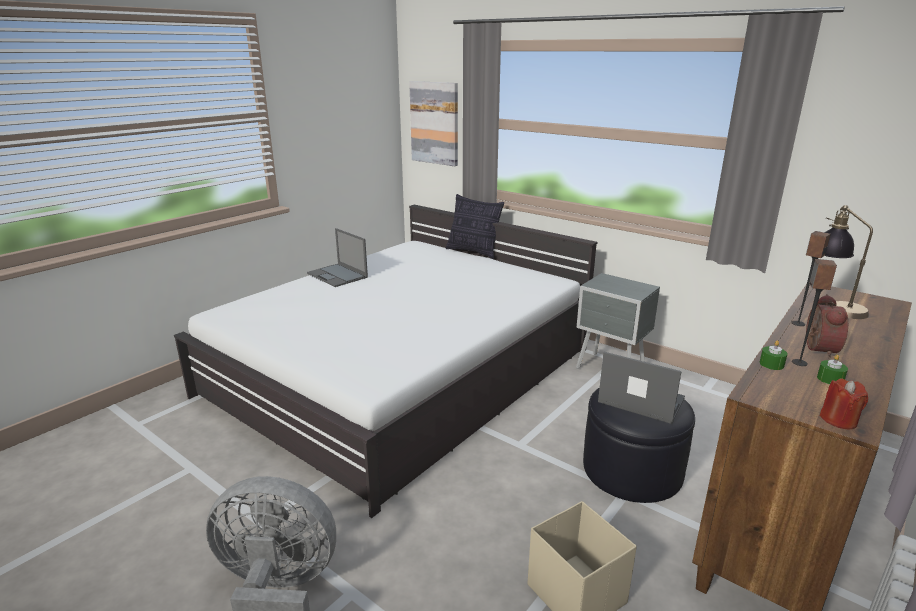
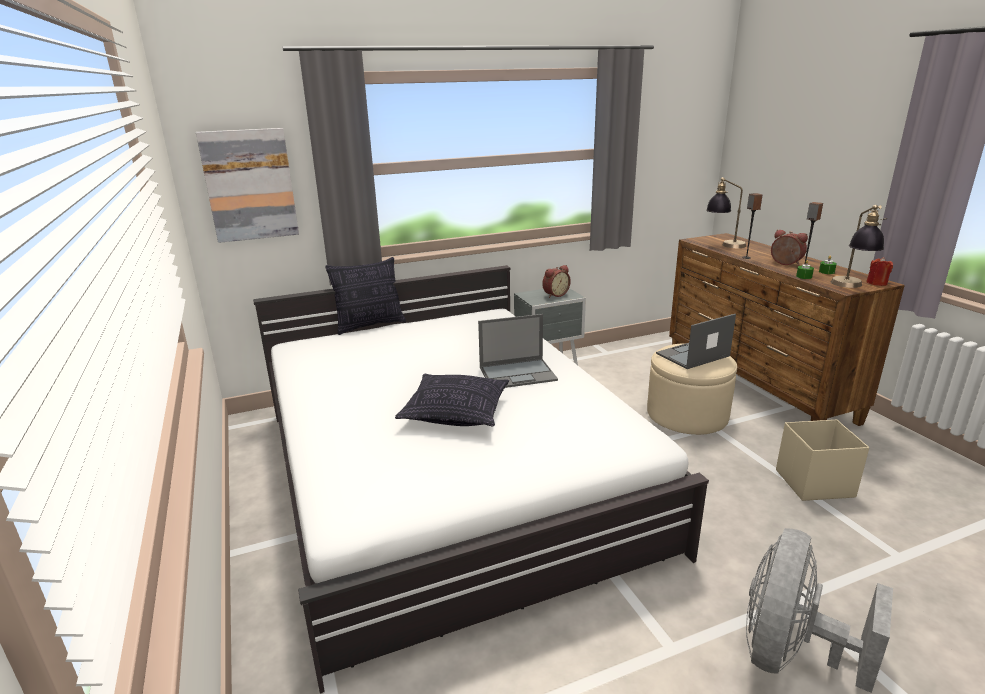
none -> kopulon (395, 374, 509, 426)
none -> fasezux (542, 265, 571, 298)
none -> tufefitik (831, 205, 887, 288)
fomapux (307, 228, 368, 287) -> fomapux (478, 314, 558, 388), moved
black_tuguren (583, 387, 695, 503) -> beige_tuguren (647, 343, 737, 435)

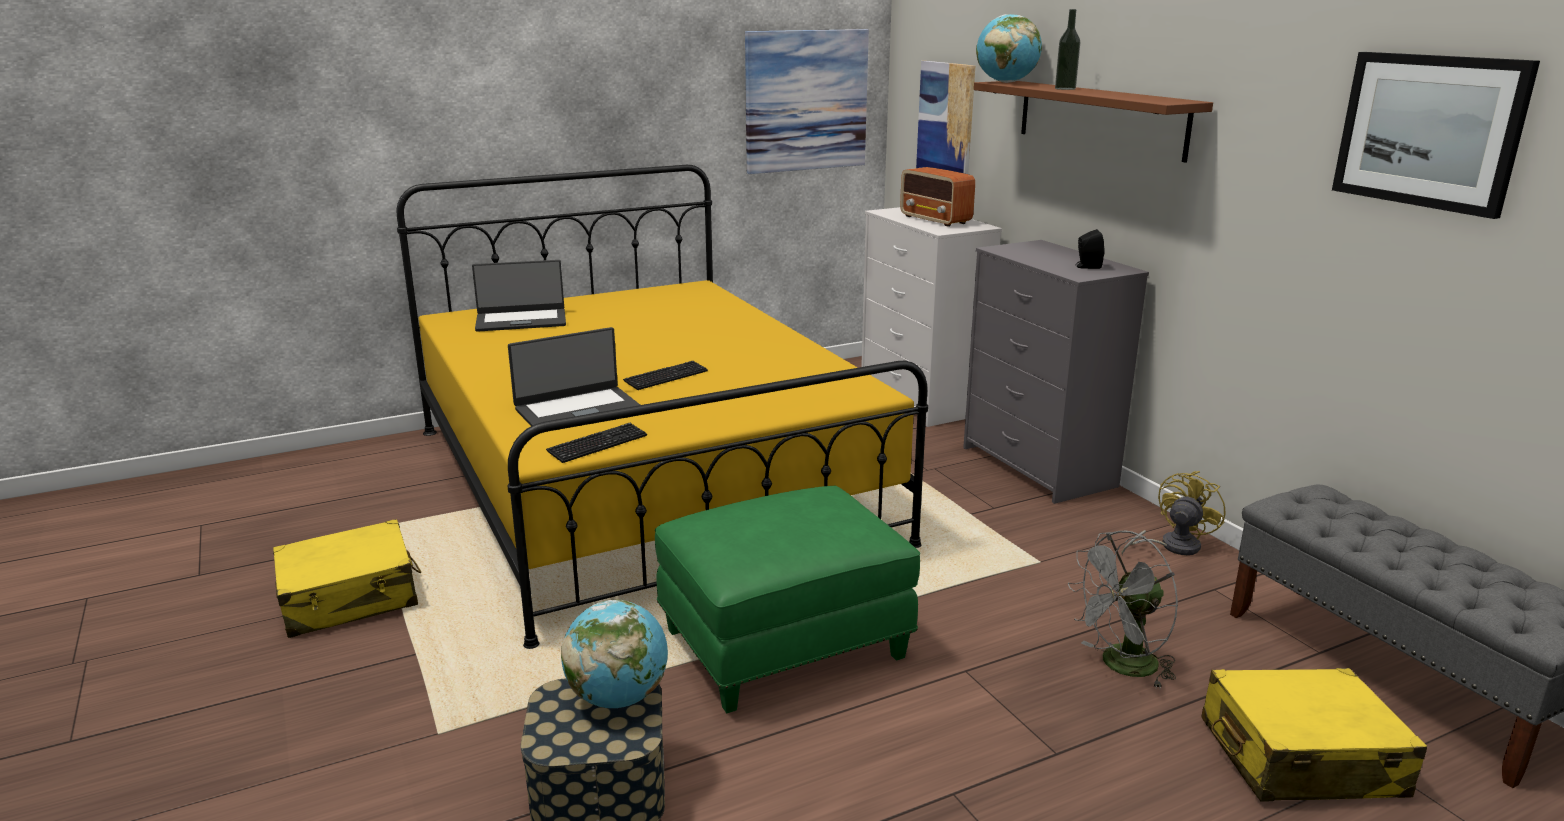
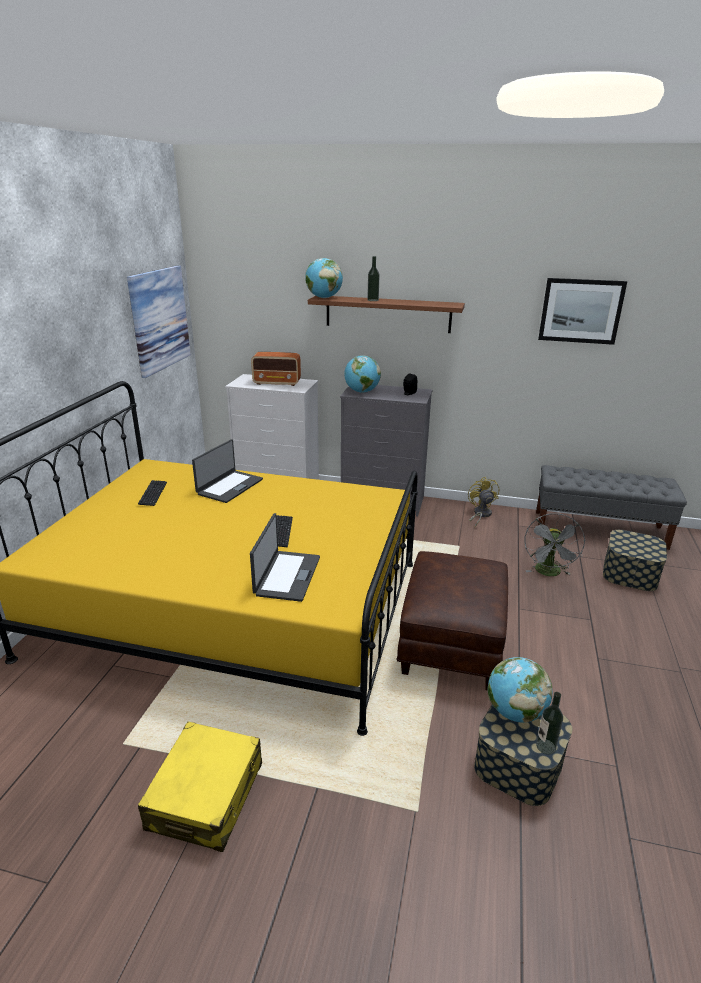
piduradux (916, 61, 975, 174) -> none
none -> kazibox (344, 355, 381, 393)
none -> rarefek (536, 692, 563, 755)
fomapux (472, 260, 566, 332) -> fomapux (192, 439, 263, 503), moved
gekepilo (546, 423, 647, 463) -> gekepilo (138, 480, 167, 506), moved
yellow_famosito (1201, 668, 1427, 802) -> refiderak (603, 530, 667, 591)
green_tuguren (655, 486, 920, 713) -> brown_tuguren (396, 551, 508, 691)

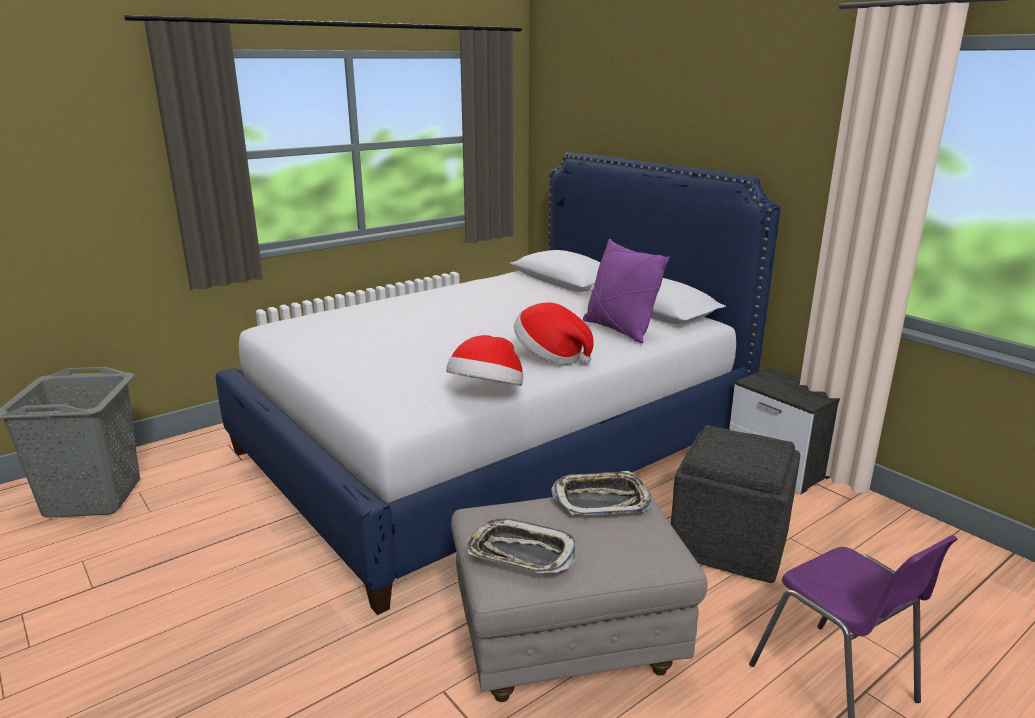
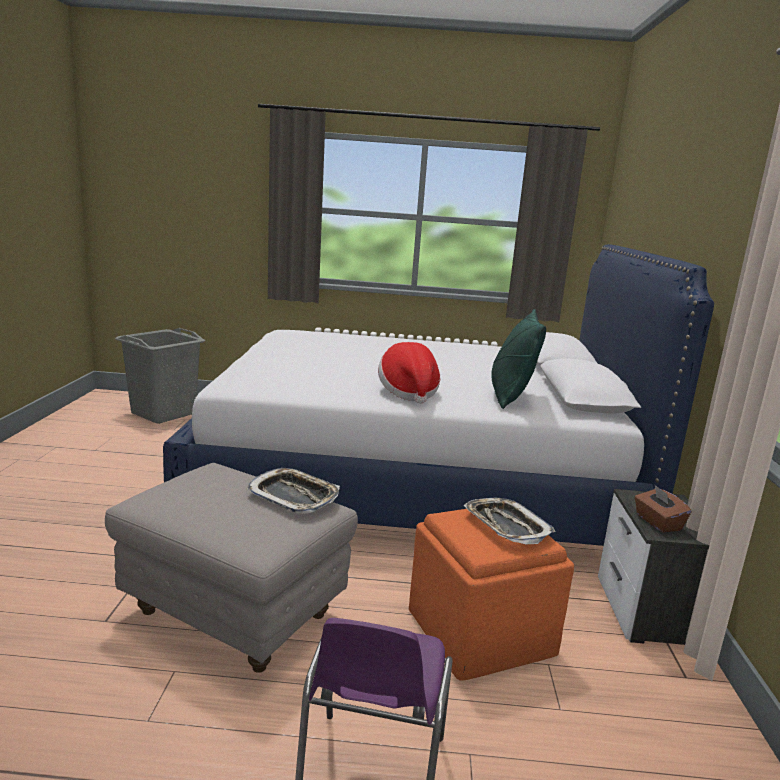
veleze (446, 335, 523, 386) -> none
none -> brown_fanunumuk (634, 485, 691, 533)
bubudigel (466, 518, 575, 573) -> bubudigel (463, 498, 555, 544), moved
purple_kopulon (583, 239, 670, 343) -> green_kopulon (491, 309, 546, 409)
grey_tuguren (671, 425, 800, 583) -> orange_tuguren (409, 509, 574, 681)

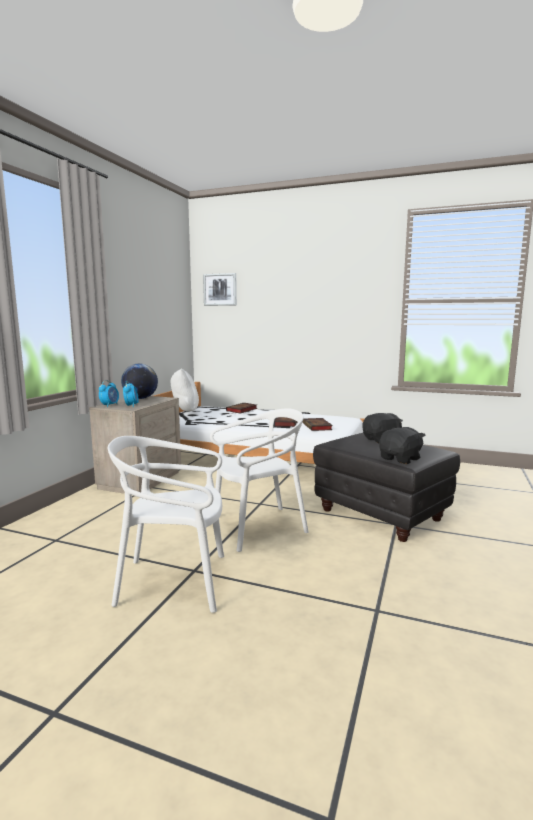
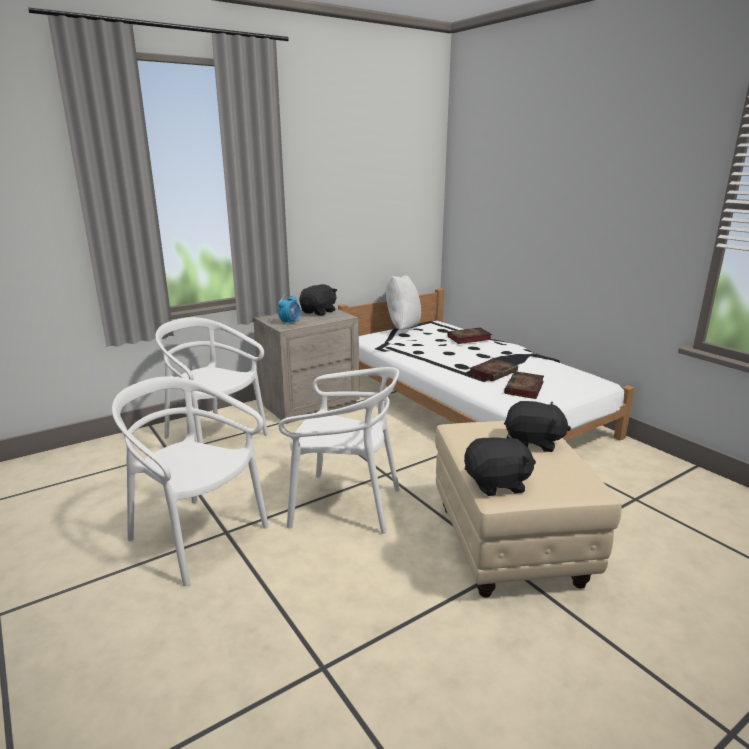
fasezux (99, 380, 119, 407) -> none
piduradux (203, 273, 237, 306) -> none
none -> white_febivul (155, 317, 268, 443)
kazibox (121, 364, 158, 399) -> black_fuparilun (299, 284, 337, 316)
black_tuguren (313, 433, 460, 542) -> beige_tuguren (435, 421, 622, 597)

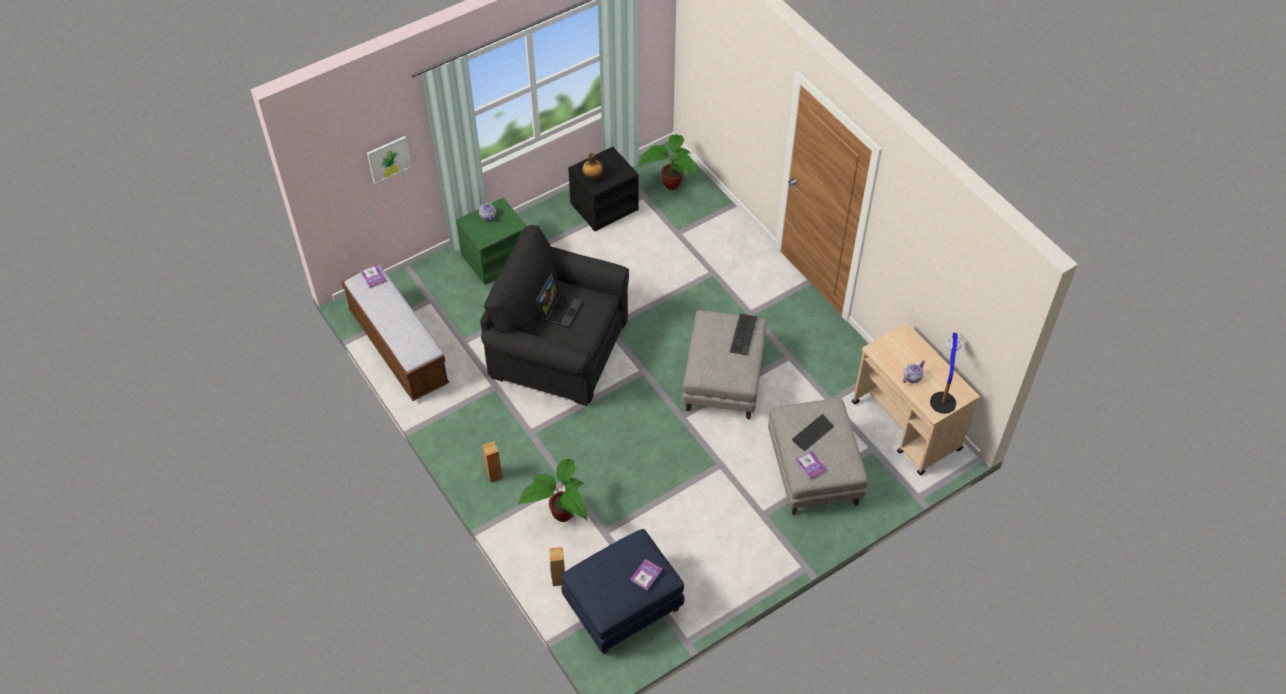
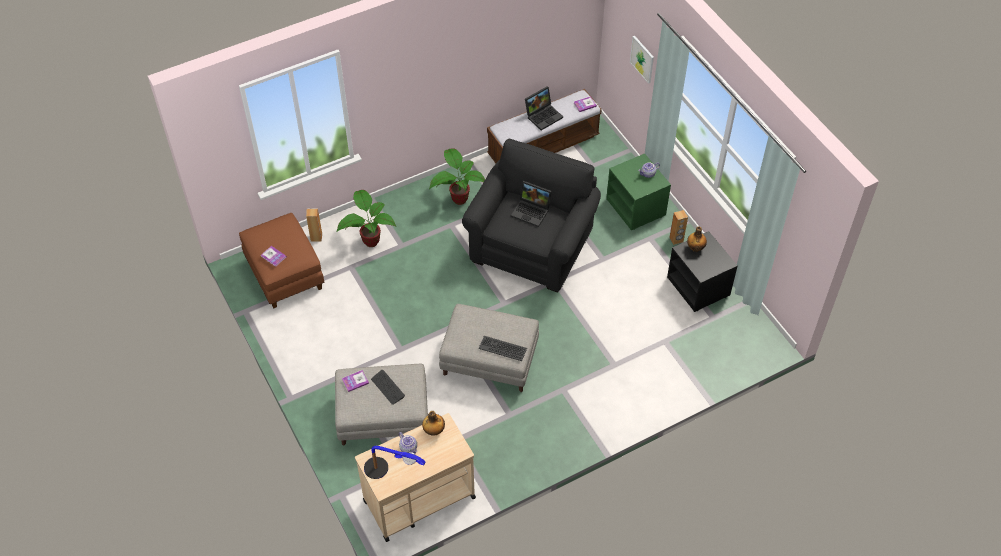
none -> rarefek (422, 411, 445, 436)
none -> fomapux (525, 86, 563, 130)
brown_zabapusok (482, 441, 503, 482) -> brown_zabapusok (669, 210, 688, 245), moved
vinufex (639, 134, 697, 190) -> vinufex (429, 148, 485, 205), moved
blue_tuguren (561, 529, 685, 654) -> brown_tuguren (239, 213, 324, 308)

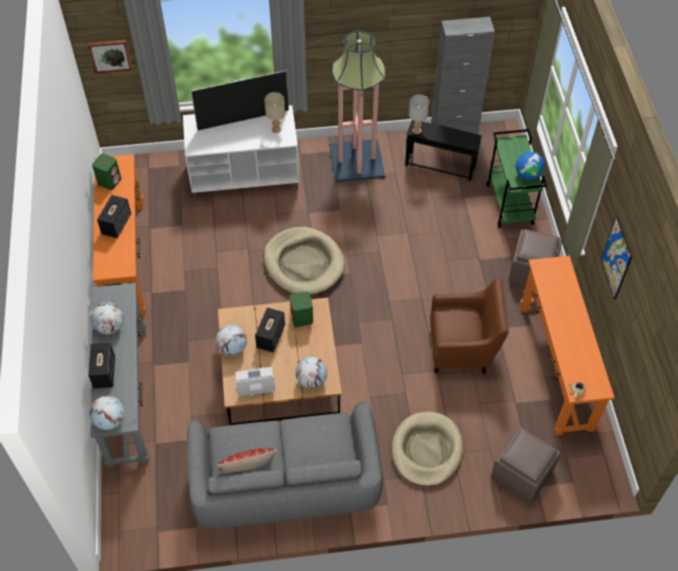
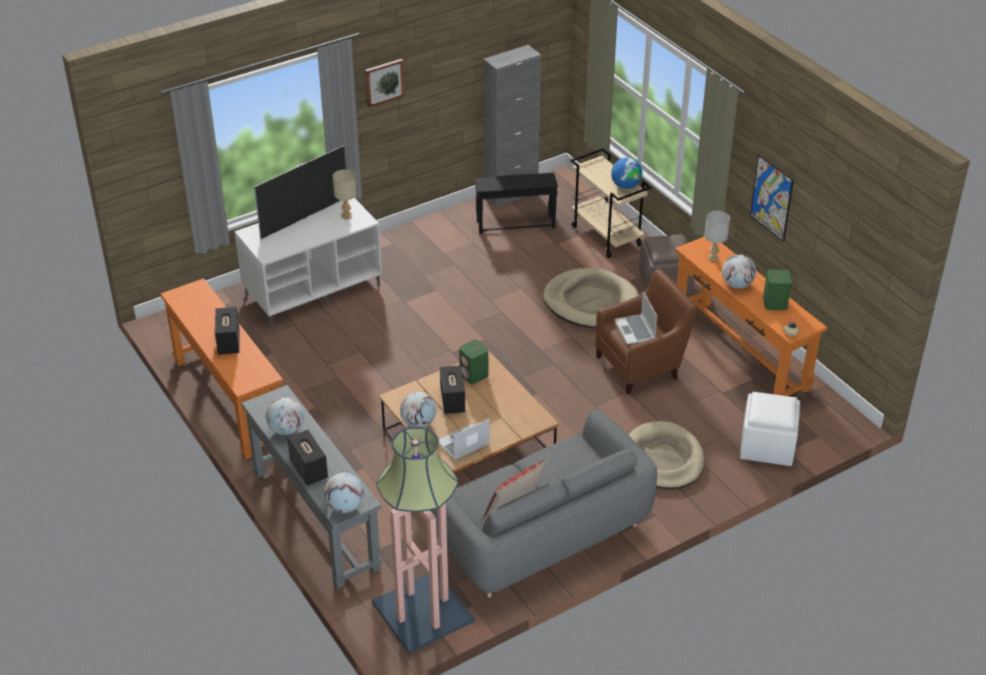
none -> fomapux (614, 292, 657, 345)
piduradux (88, 40, 132, 73) -> piduradux (365, 59, 405, 107), moved
green_zabapusok (92, 154, 121, 190) -> green_zabapusok (763, 270, 792, 310), moved
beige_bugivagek (264, 227, 345, 295) -> beige_bugivagek (543, 268, 639, 328), moved
kazibox (296, 357, 327, 389) -> kazibox (722, 255, 756, 288), moved
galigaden (329, 31, 385, 182) -> galigaden (372, 427, 475, 654), moved
grey_tufefitik (409, 94, 429, 134) -> grey_tufefitik (704, 211, 730, 262), moved
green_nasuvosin (486, 129, 547, 228) -> beige_nasuvosin (570, 148, 651, 258)
brown_tuguren (491, 427, 561, 504) -> white_tuguren (740, 392, 800, 466)

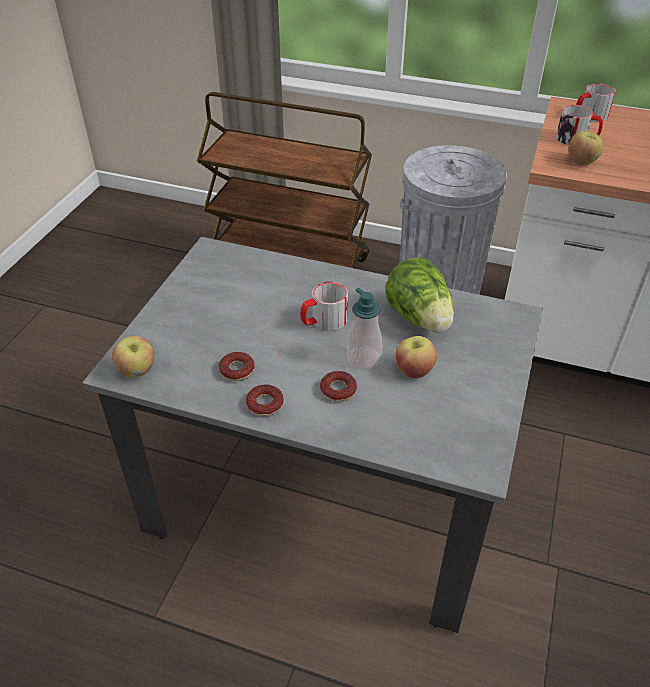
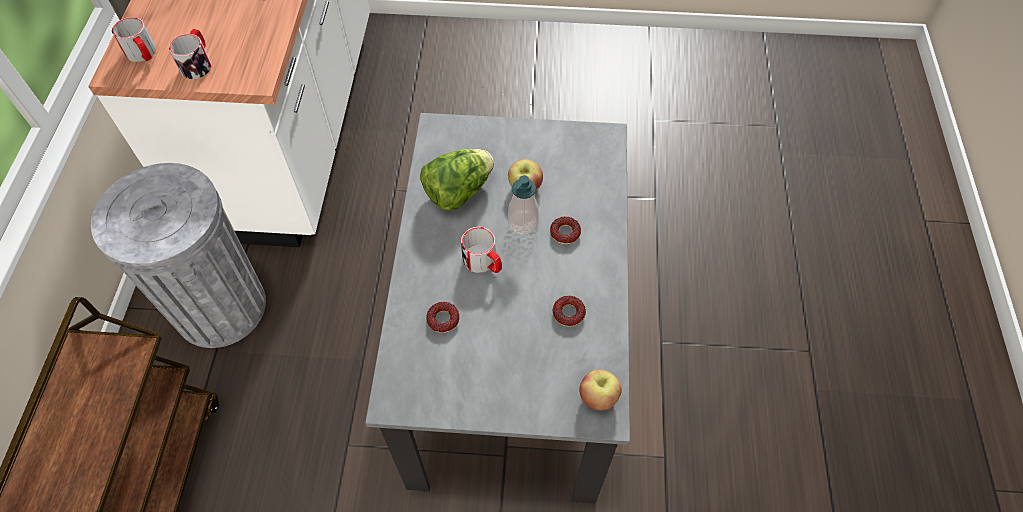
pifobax (569, 131, 604, 165) -> none
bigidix (246, 385, 284, 416) -> bigidix (426, 302, 460, 333), moved

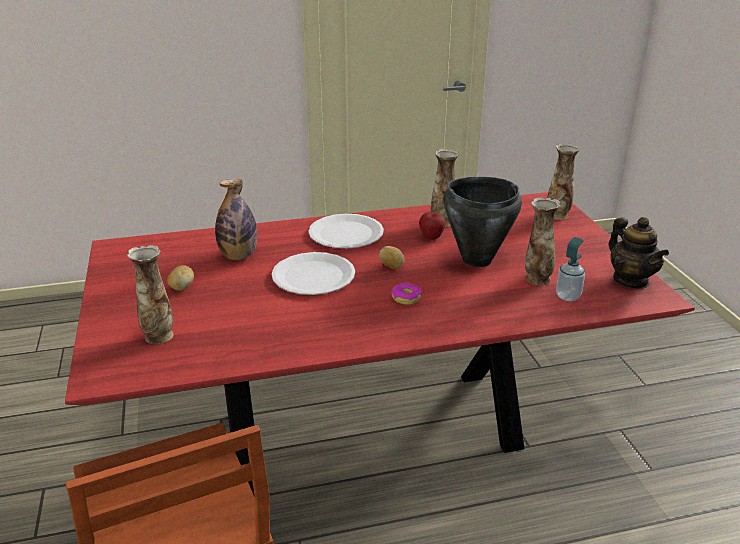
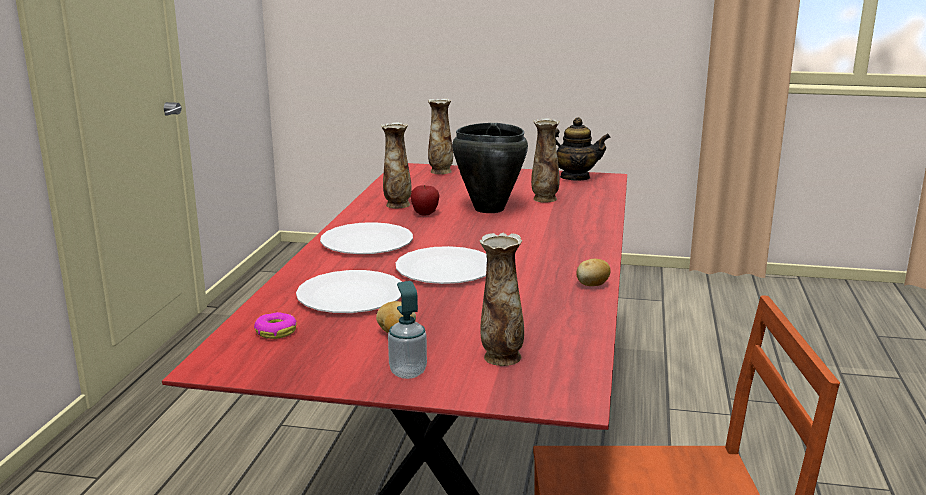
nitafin (379, 246, 405, 269) -> nitafin (576, 259, 611, 286), moved
bigidix (391, 283, 422, 305) -> bigidix (254, 312, 297, 339), moved
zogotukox (556, 237, 585, 301) -> zogotukox (388, 281, 427, 379), moved
rarefek (215, 179, 257, 260) -> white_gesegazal (296, 270, 402, 313)

